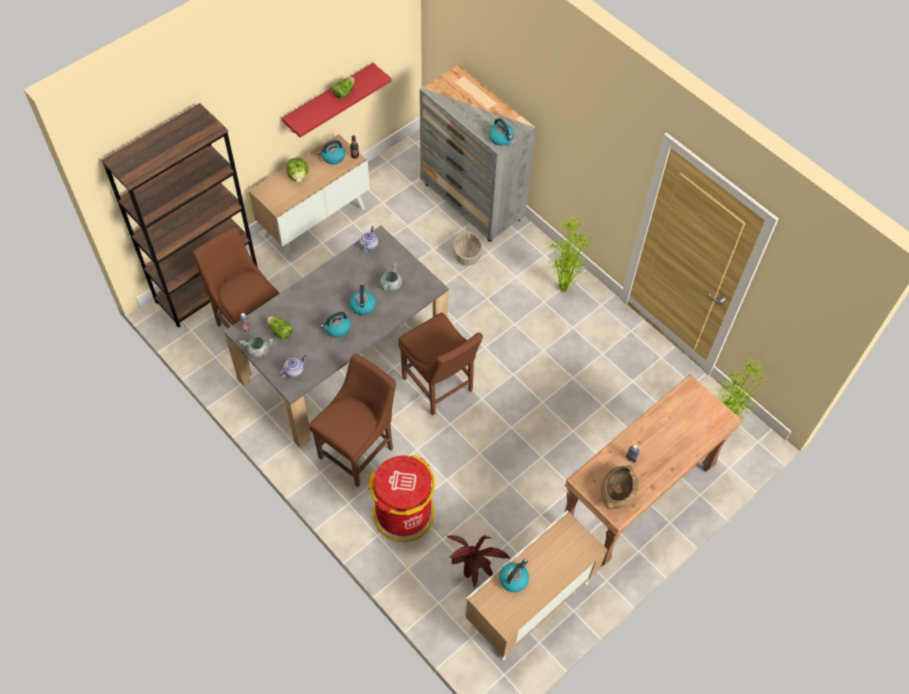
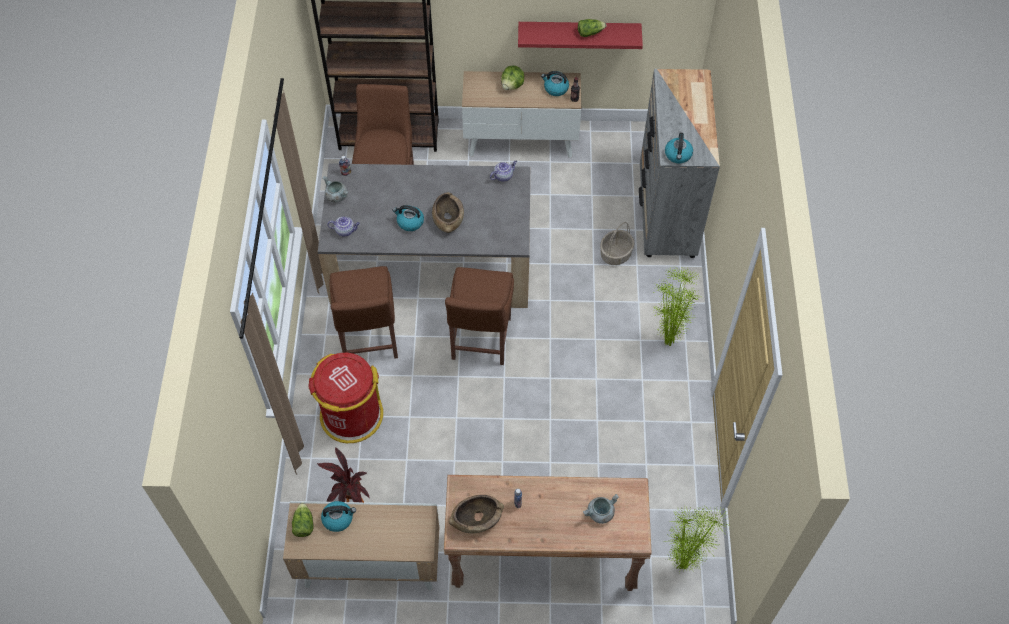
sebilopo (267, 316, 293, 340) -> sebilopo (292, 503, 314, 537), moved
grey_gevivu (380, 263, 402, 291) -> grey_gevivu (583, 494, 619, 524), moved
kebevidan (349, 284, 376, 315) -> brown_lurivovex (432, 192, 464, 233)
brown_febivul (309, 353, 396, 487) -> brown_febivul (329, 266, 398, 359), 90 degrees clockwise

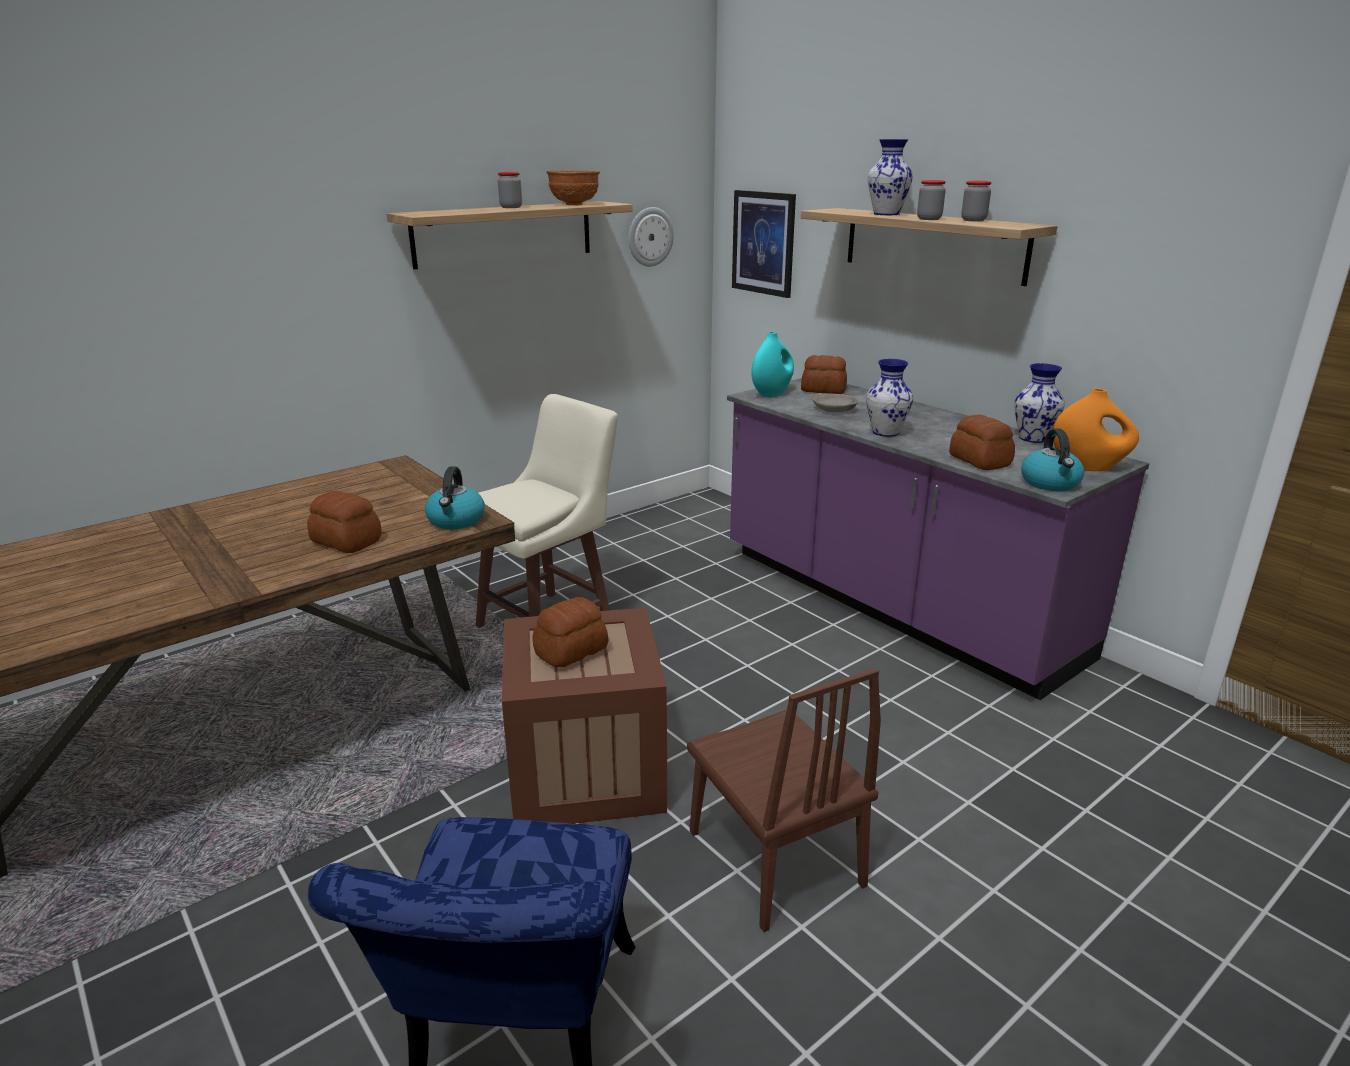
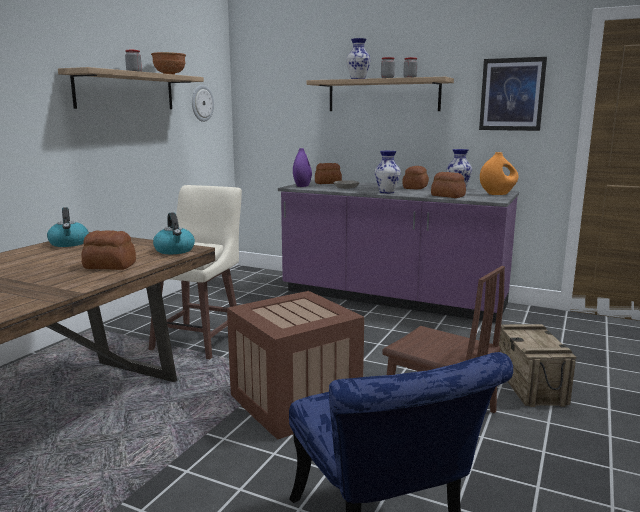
none -> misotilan (499, 324, 577, 407)
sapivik (533, 597, 608, 667) -> sapivik (402, 166, 429, 189), moved
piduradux (732, 190, 796, 298) -> piduradux (479, 57, 547, 131), moved
kebevidan (1021, 428, 1084, 491) -> kebevidan (47, 207, 89, 247), moved
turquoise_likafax (751, 332, 794, 397) -> purple_likafax (293, 148, 312, 187)

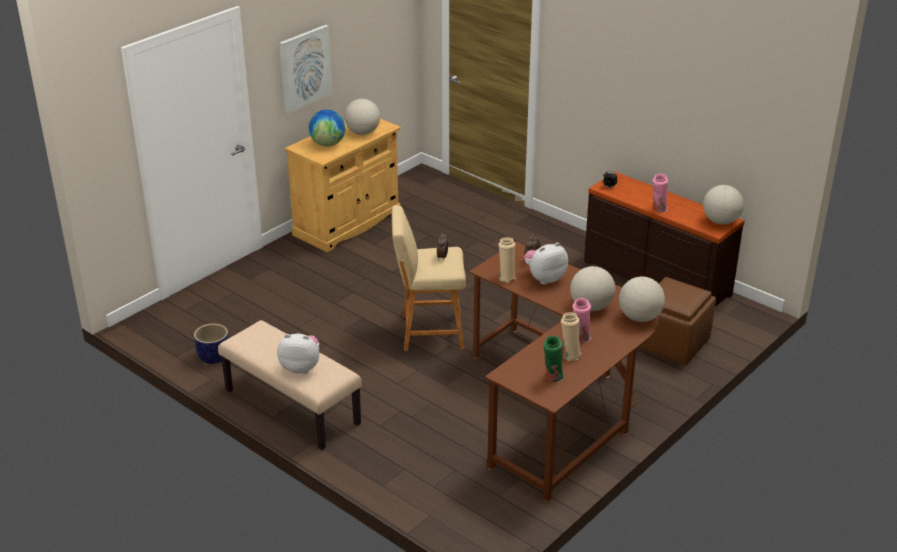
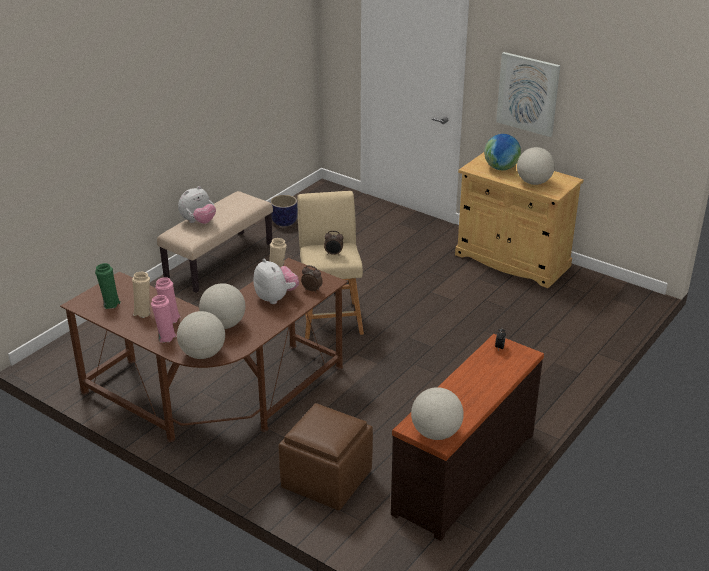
pink_likafax (653, 174, 668, 212) -> pink_likafax (151, 295, 177, 343), moved
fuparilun (277, 334, 319, 374) -> fuparilun (178, 186, 216, 224), 45 degrees clockwise

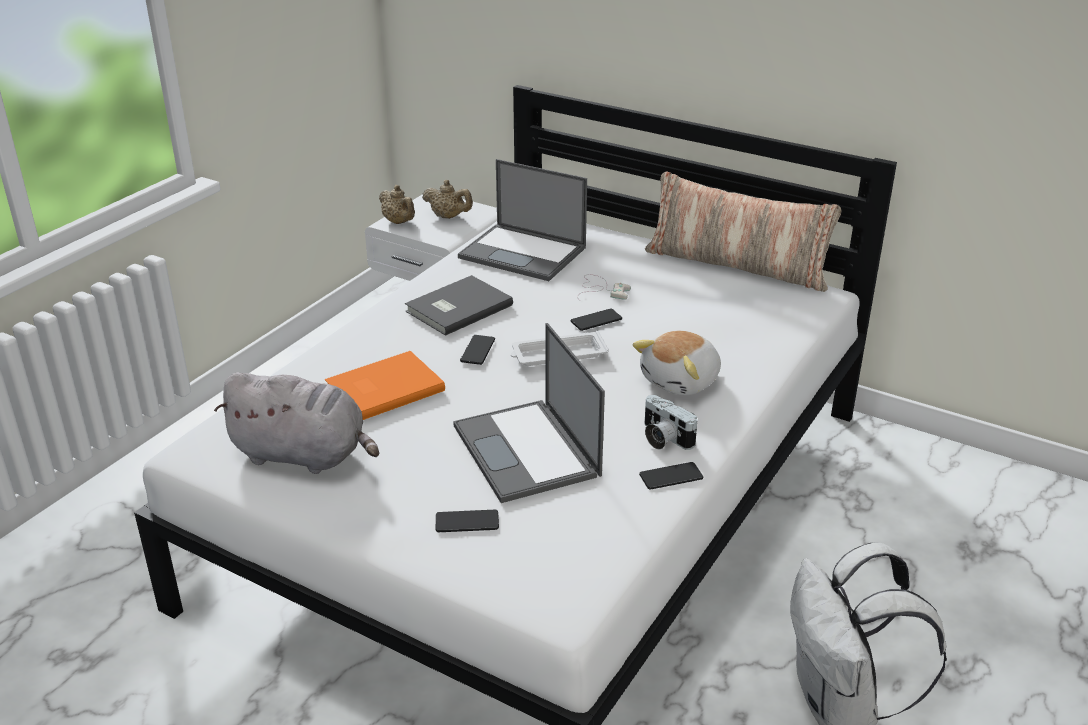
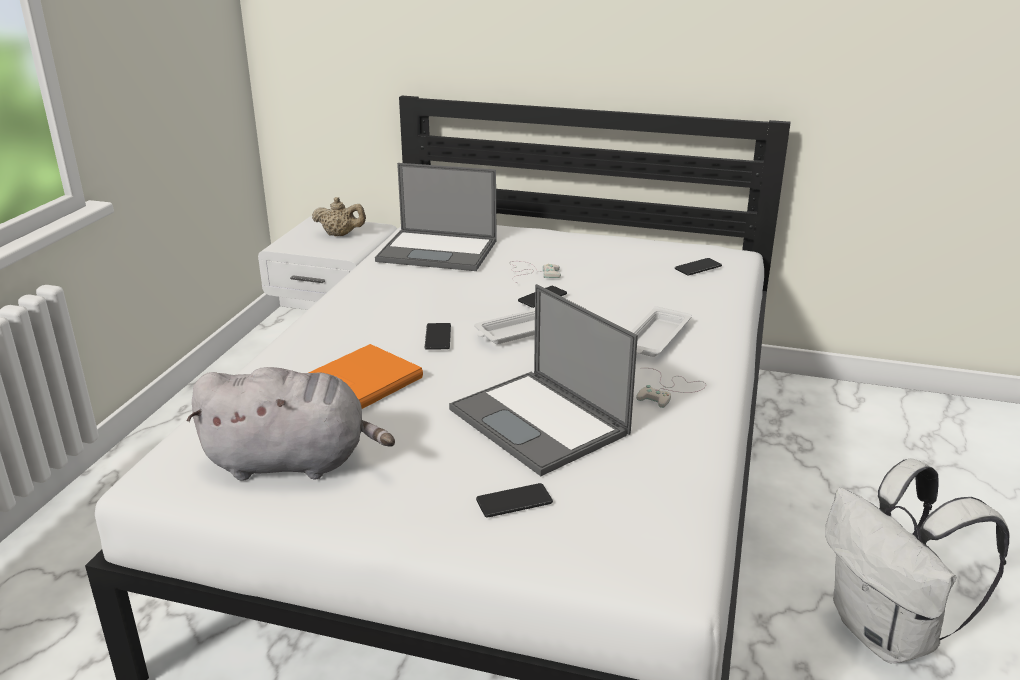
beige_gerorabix (379, 185, 415, 224) -> none
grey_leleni (405, 275, 513, 336) -> none
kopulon (645, 171, 842, 292) -> none
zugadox (639, 462, 703, 490) -> zugadox (675, 258, 722, 276), moved
fuparilun (632, 330, 721, 395) -> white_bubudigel (631, 306, 692, 357)
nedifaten (645, 395, 698, 450) -> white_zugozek (636, 368, 706, 408)

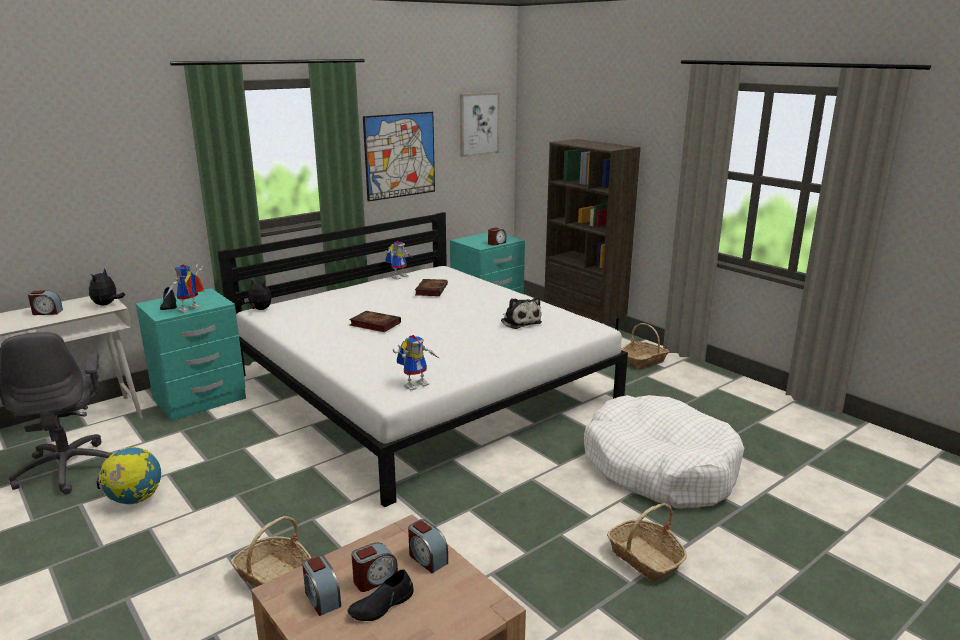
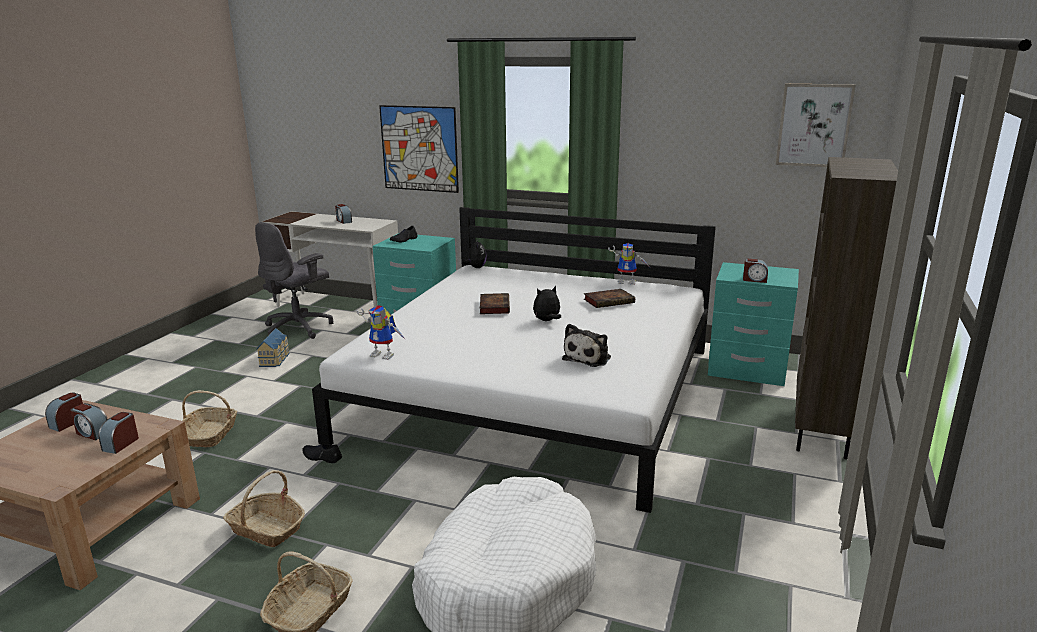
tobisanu (164, 264, 204, 313) -> none
fuparilun (89, 268, 125, 306) -> fuparilun (533, 286, 561, 321), moved
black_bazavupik (347, 570, 414, 621) -> black_bazavupik (302, 444, 342, 463), moved
piduradux (363, 112, 435, 202) -> piduradux (379, 105, 459, 193), moved
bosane (621, 323, 669, 369) -> bosane (223, 470, 305, 547), moved
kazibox (96, 447, 161, 504) -> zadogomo (256, 328, 290, 367)

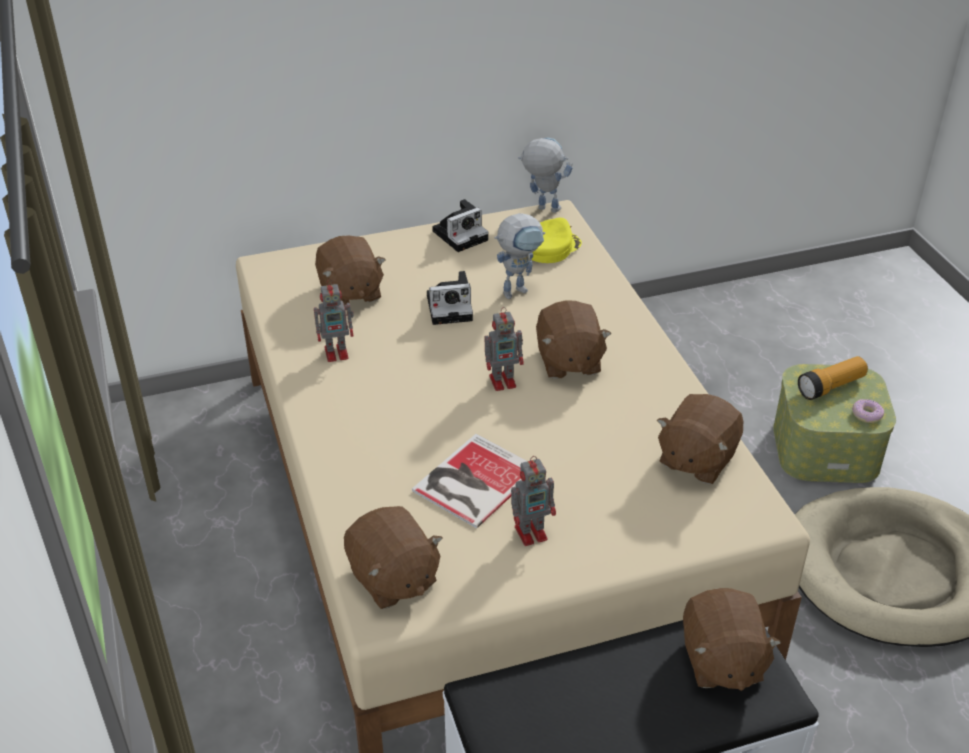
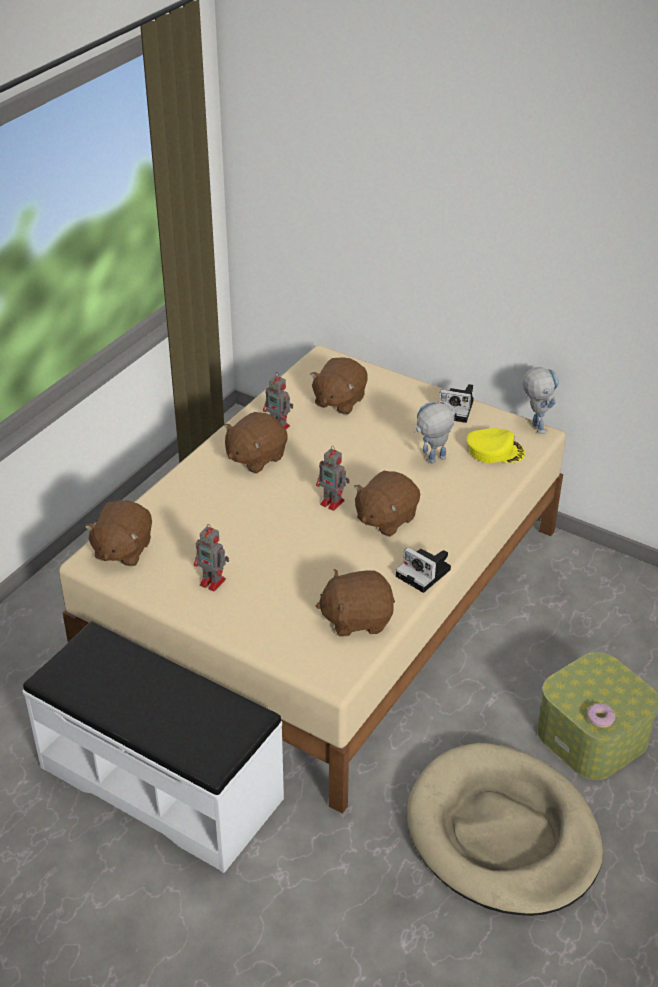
leleni (412, 434, 527, 529) -> none
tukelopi (798, 356, 868, 400) -> none
nedifaten (427, 271, 473, 325) -> nedifaten (396, 547, 451, 593), moved
brown_fuparilun (683, 588, 782, 691) -> brown_fuparilun (224, 412, 288, 474), moved
tobisanu (494, 213, 545, 299) -> tobisanu (414, 402, 457, 464), 135 degrees clockwise

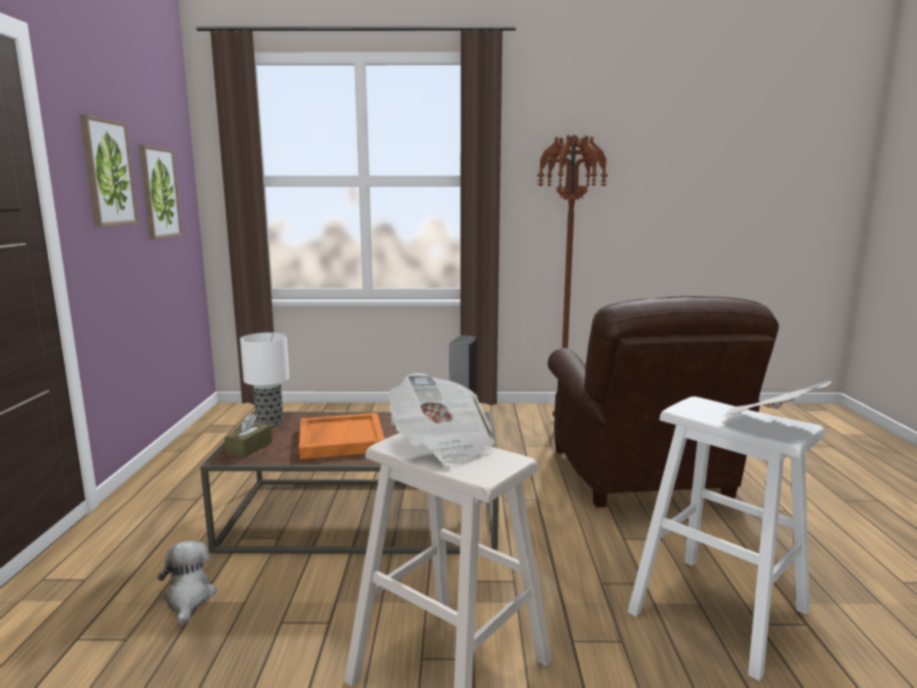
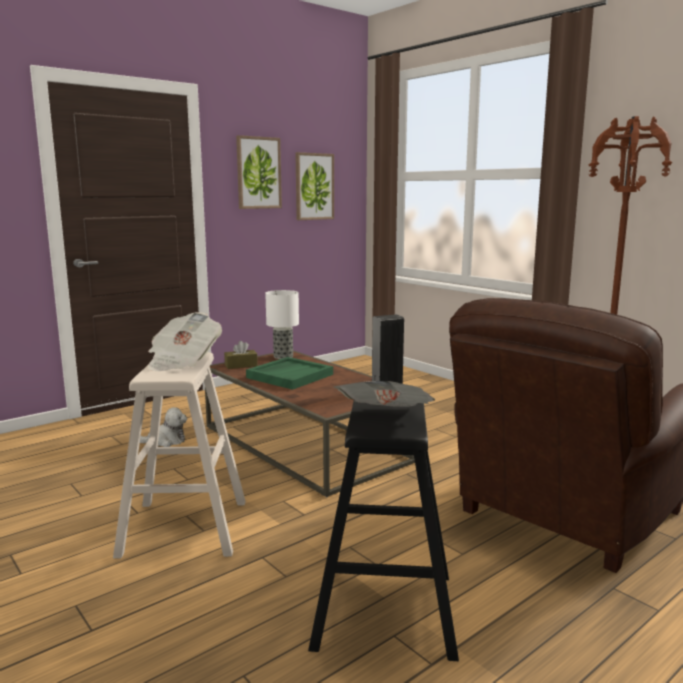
orange_bubudigel (299, 413, 385, 459) -> green_bubudigel (246, 357, 333, 390)
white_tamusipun (627, 397, 825, 681) -> black_tamusipun (308, 400, 459, 661)
fuparilun (158, 541, 217, 625) -> fuparilun (140, 407, 187, 447), 45 degrees clockwise

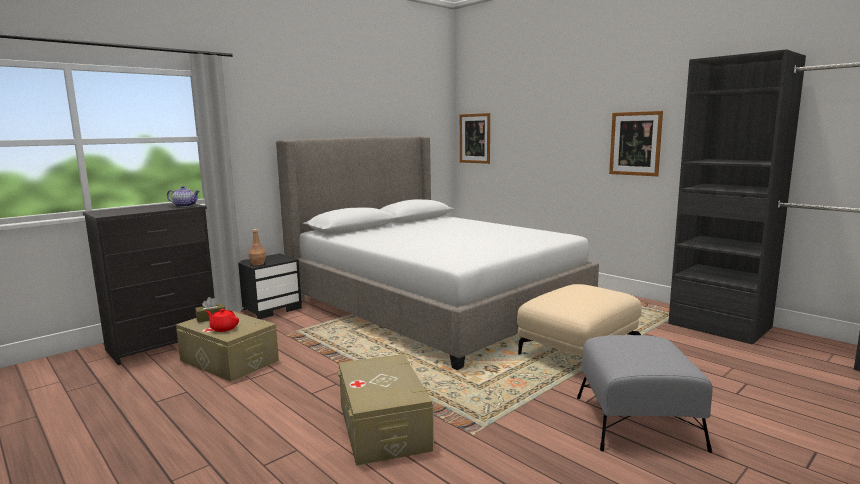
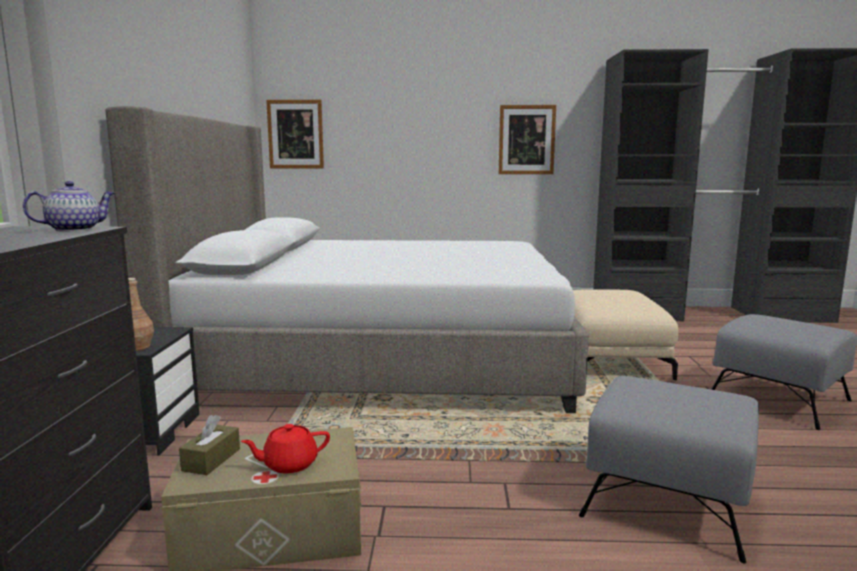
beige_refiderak (337, 354, 434, 466) -> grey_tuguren (579, 376, 759, 563)

